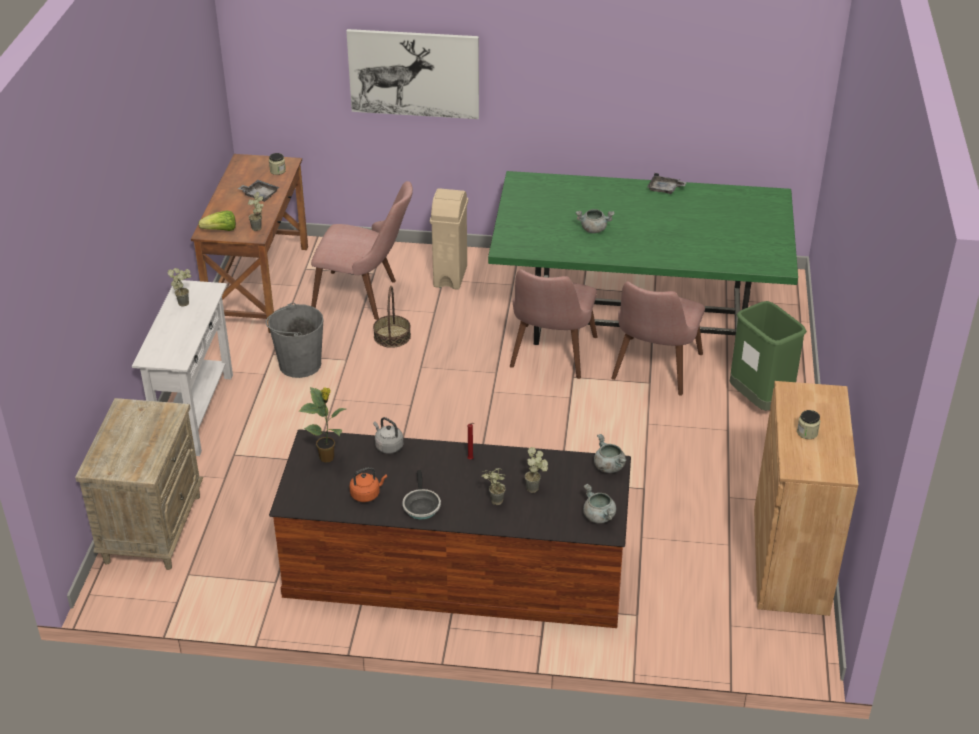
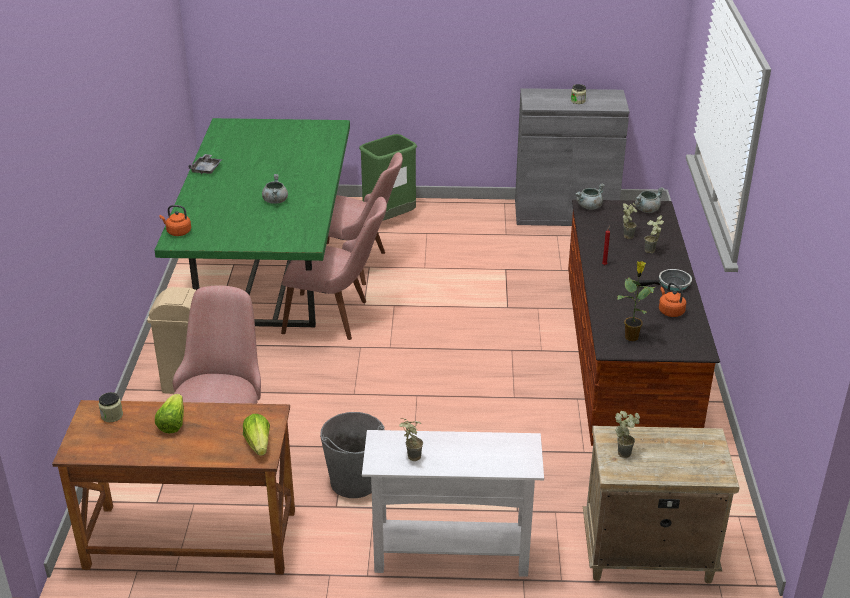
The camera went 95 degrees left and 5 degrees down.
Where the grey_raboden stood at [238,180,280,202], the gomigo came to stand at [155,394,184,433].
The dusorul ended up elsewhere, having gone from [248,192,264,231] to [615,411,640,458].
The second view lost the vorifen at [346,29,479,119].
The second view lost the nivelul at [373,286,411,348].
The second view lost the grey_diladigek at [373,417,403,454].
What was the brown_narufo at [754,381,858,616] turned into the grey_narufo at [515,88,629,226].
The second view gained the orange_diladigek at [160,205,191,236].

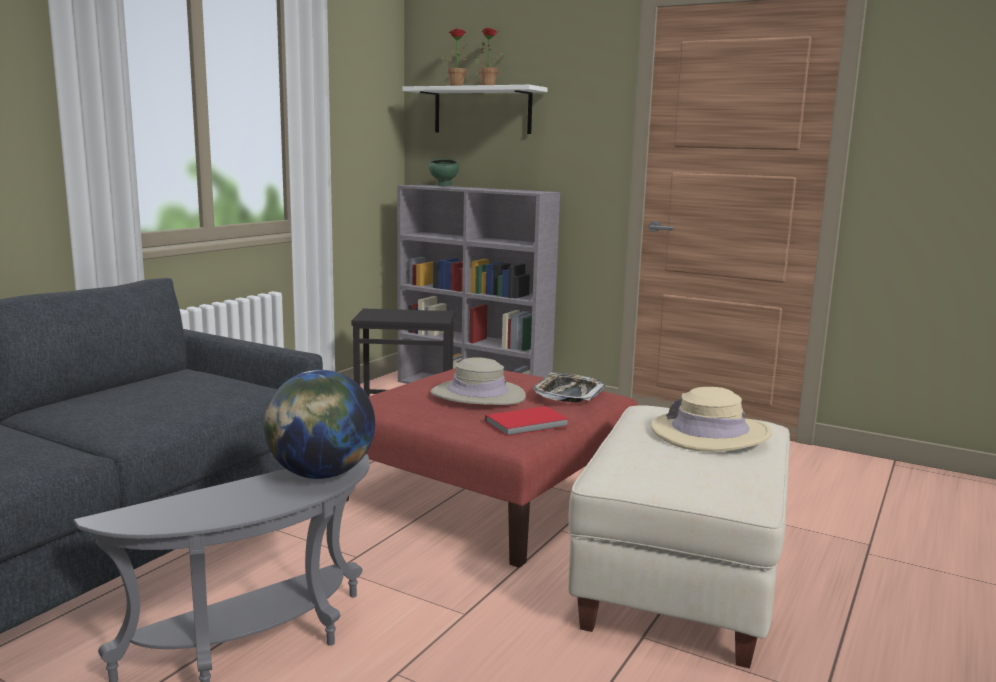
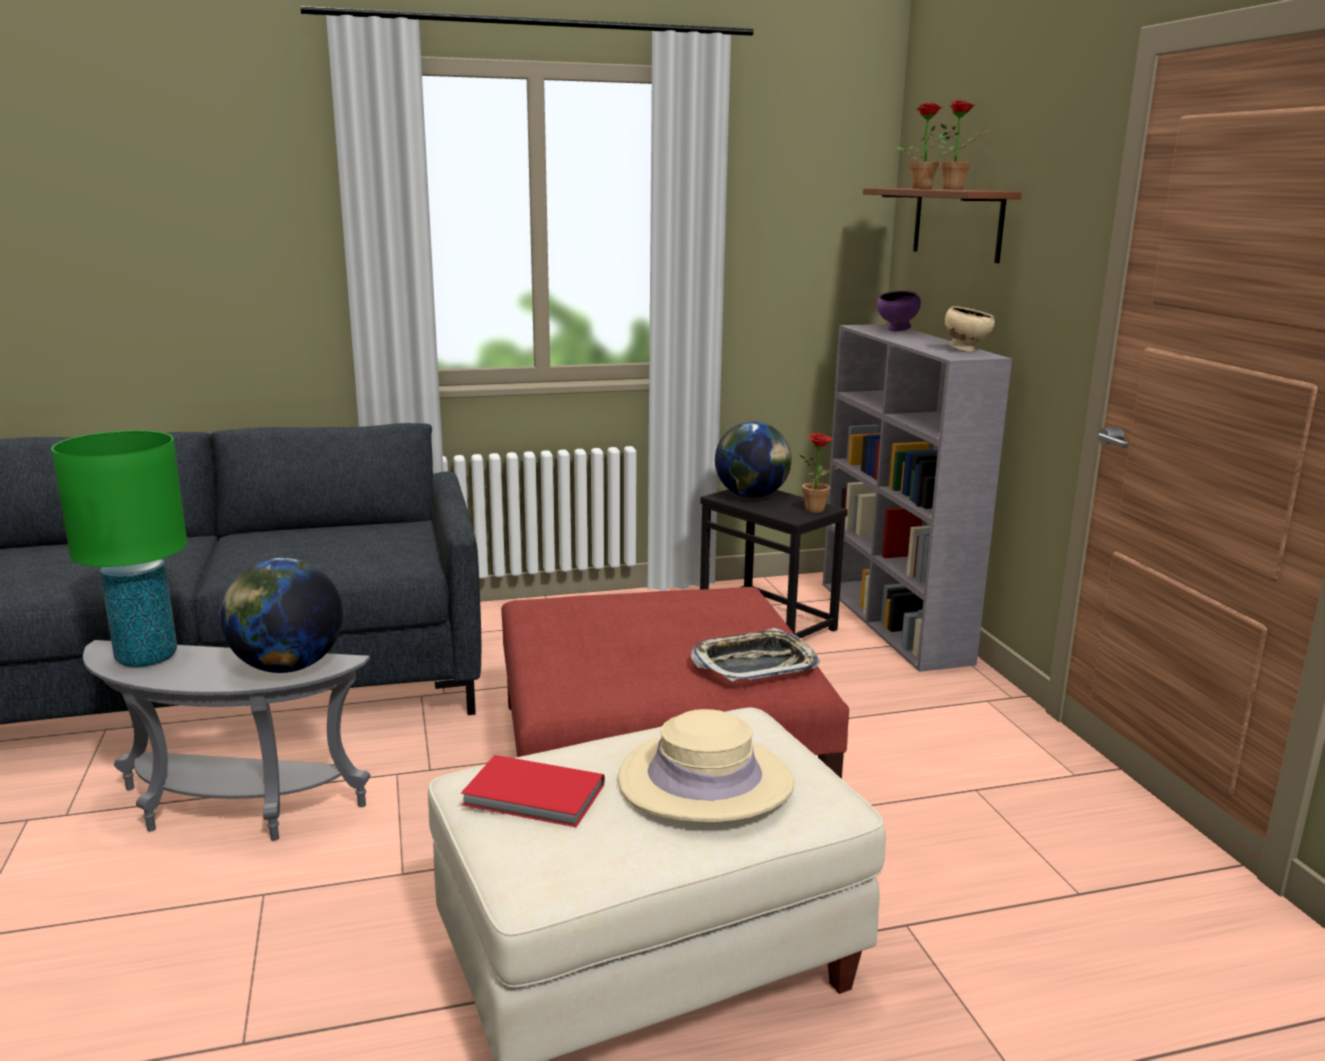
The camera went 45 degrees right and 5 degrees up.
What was the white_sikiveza at [402,85,548,134] turned into the brown_sikiveza at [863,188,1022,263].
What was the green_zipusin at [428,159,459,186] turned into the purple_zipusin at [877,291,921,331].
The second view lost the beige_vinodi at [431,357,526,405].
The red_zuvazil ended up elsewhere, having gone from [485,406,569,437] to [461,755,605,827].
The second view gained the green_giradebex at [51,430,187,668].
The second view gained the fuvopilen at [715,422,792,498].
The second view gained the dusorul at [800,433,841,513].
The second view gained the beige_zipusin at [945,306,995,352].

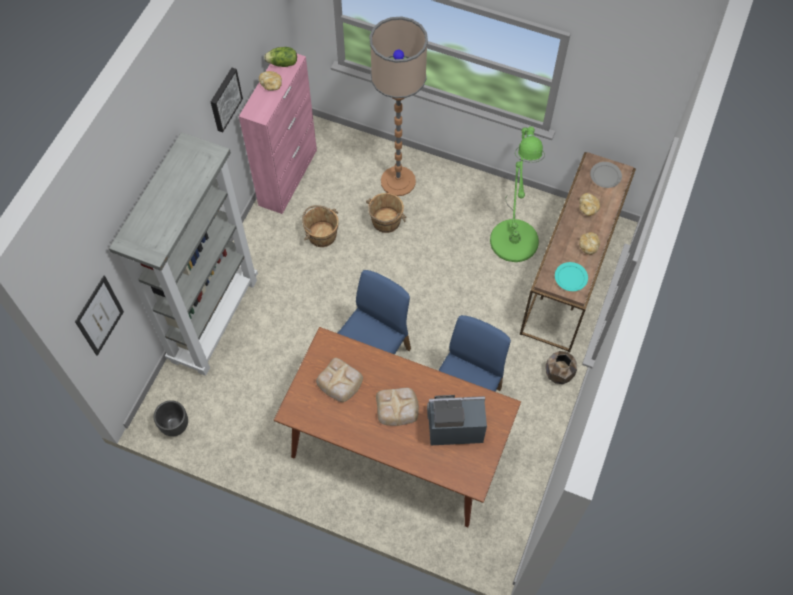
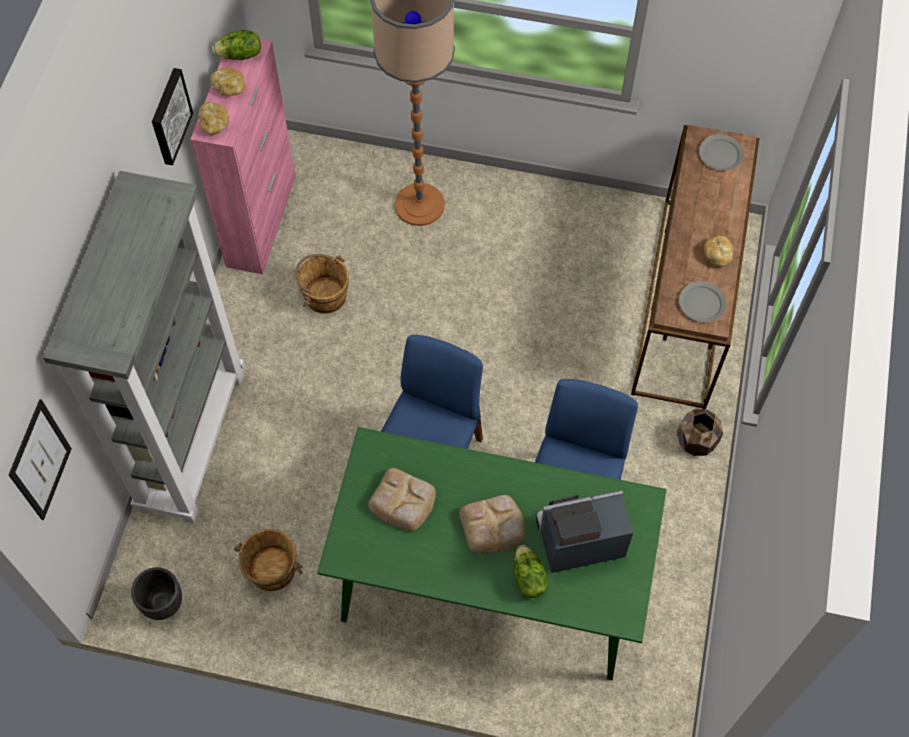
The camera went 10 degrees left and 0 degrees up.
What was the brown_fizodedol at [274,327,521,527] turned into the green_fizodedol at [317,427,667,680].
The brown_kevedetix ended up elsewhere, having gone from [366,193,406,233] to [234,529,303,591].
The second view lost the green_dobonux at [490,127,545,262].
What was the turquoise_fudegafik at [555,262,588,291] turned into the grey_fudegafik at [679,281,727,322].
The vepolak ended up elsewhere, having gone from [579,193,600,216] to [199,102,229,135].
The second view gained the gomigo at [514,545,548,598].

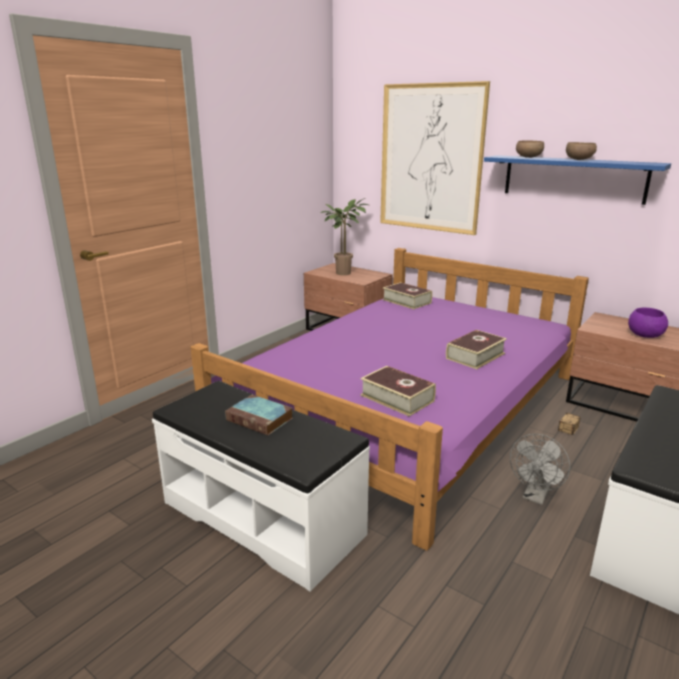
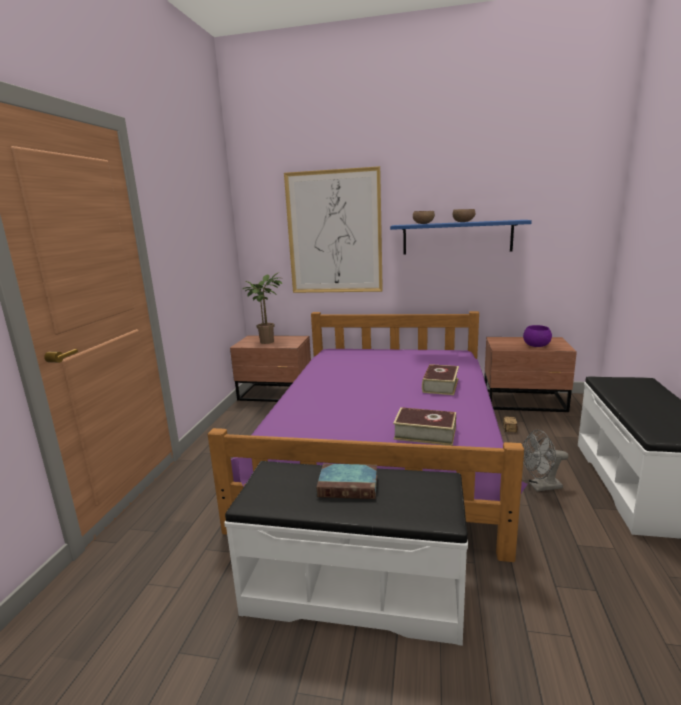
The camera went 25 degrees left and 5 degrees down.
The second view lost the zuvazil at [382,282,432,309].
The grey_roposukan at [510,434,571,505] ended up facing another way, 75 degrees clockwise from before.

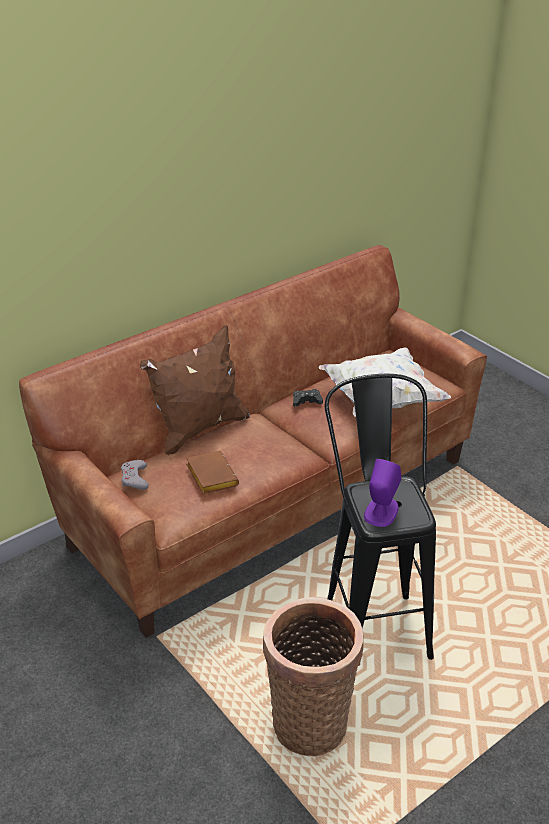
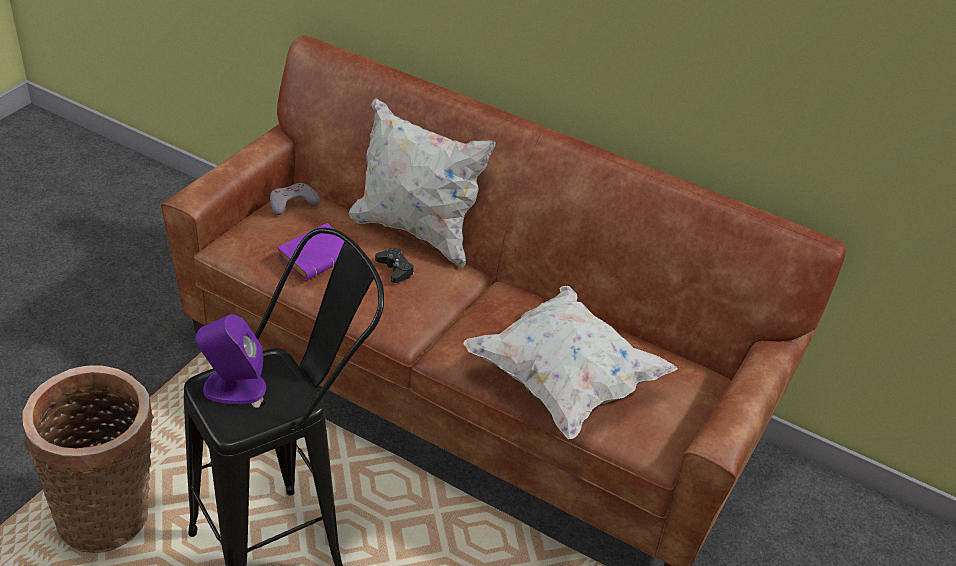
The camera went 65 degrees right and 5 degrees up.
What was the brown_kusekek at [140,325,250,455] turned into the white_kusekek at [349,98,496,268].
What was the brown_zuvazil at [186,451,239,494] turned into the purple_zuvazil at [277,223,345,281].
The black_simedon ended up elsewhere, having gone from [293,389,323,407] to [375,248,414,283].

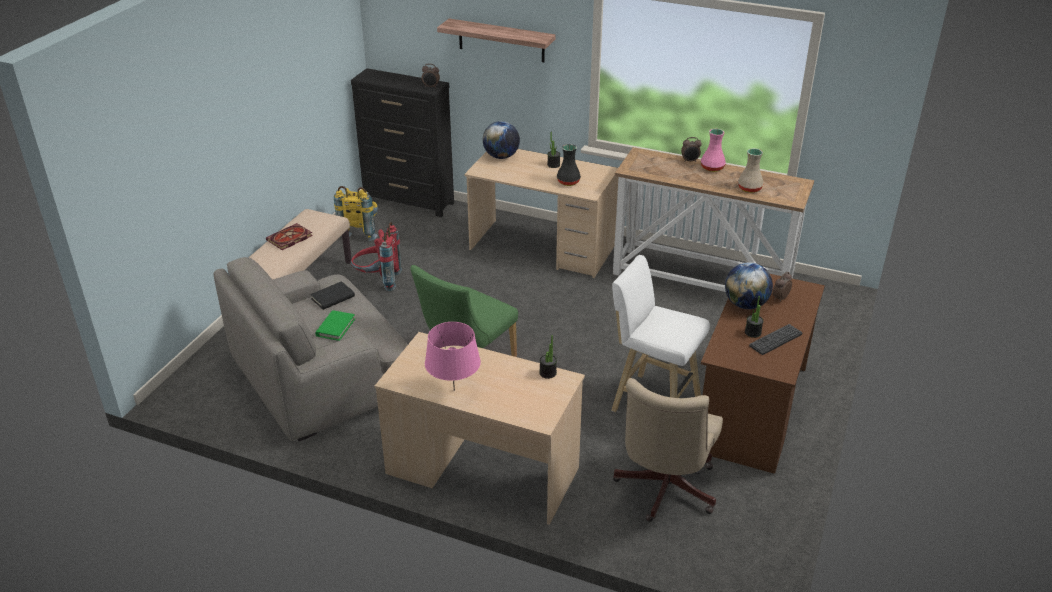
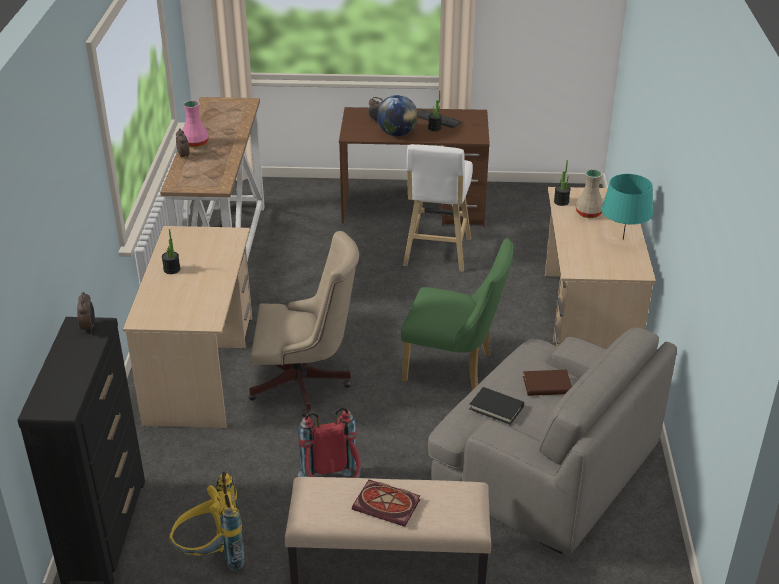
The camera went 110 degrees left and 0 degrees up.
What was the green_zuvazil at [315,310,355,341] turned into the brown_zuvazil at [523,370,572,396].
What was the pink_giradebex at [425,322,481,391] turned into the turquoise_giradebex at [601,174,653,240].
The second view lost the sikiveza at [437,18,556,62].
The second view lost the fuvopilen at [483,121,520,159].
The second view lost the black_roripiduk at [557,144,581,186].
The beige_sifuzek ended up elsewhere, having gone from [613,378,723,522] to [248,231,359,417].
The beige_roripiduk ended up elsewhere, having gone from [738,148,764,193] to [575,169,603,218].

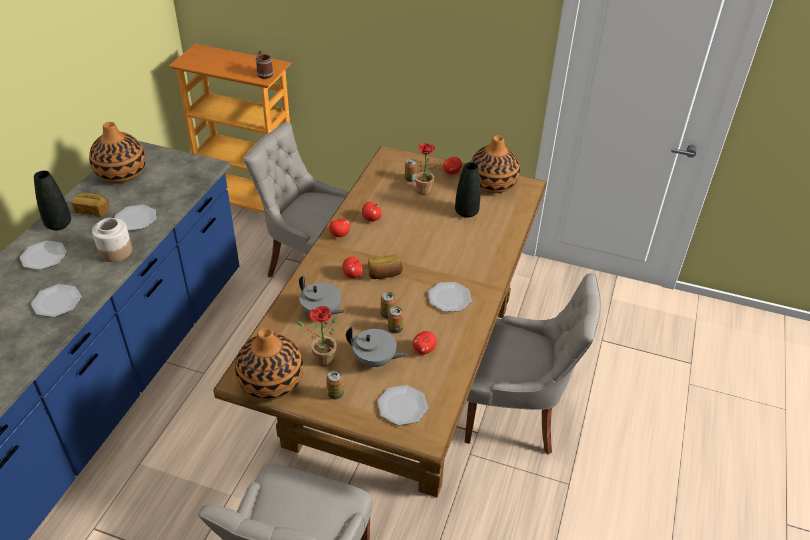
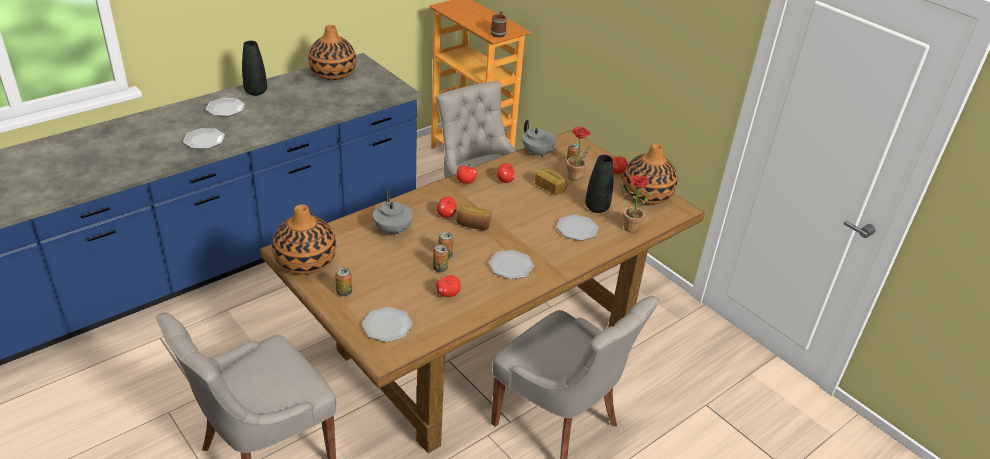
The camera went 30 degrees right and 5 degrees down.
The vepolak ended up elsewhere, having gone from [71,193,109,217] to [535,168,567,195].
The second view lost the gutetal at [92,218,132,262].
The fudegafik ended up elsewhere, having gone from [115,205,156,231] to [557,214,599,241].
The dusorul ended up elsewhere, having gone from [296,306,337,367] to [619,175,653,233].
The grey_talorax ended up elsewhere, having gone from [346,327,407,368] to [522,119,557,157].

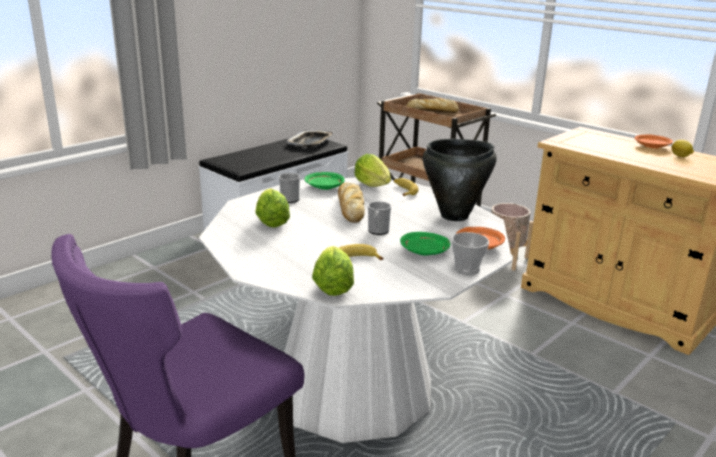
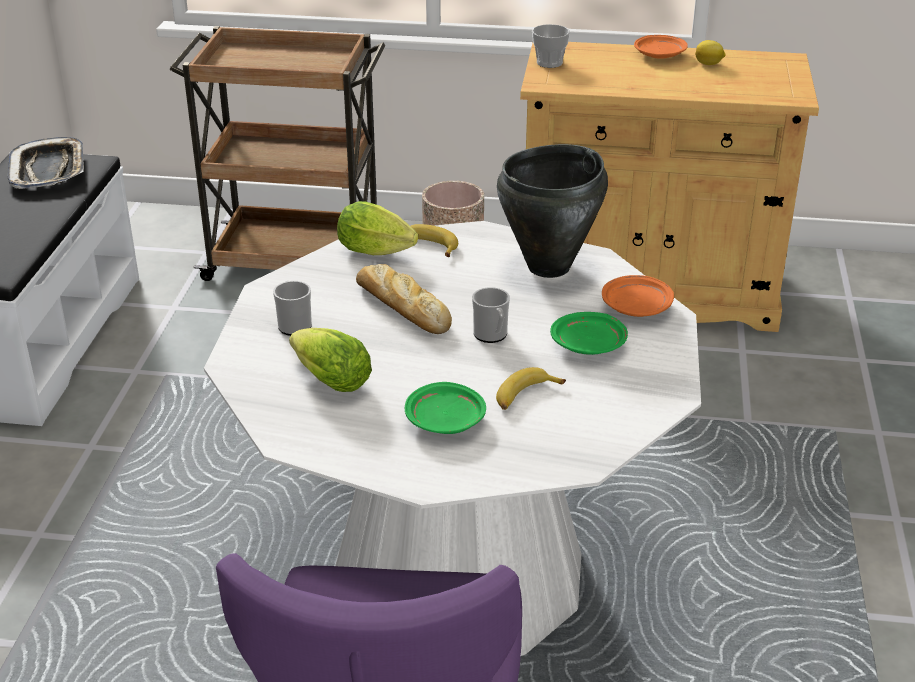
The camera went 35 degrees left and 10 degrees up.
The green_fudegafik ended up elsewhere, having gone from [305,172,345,190] to [405,382,486,434].
The second view lost the gomigo at [312,246,354,296].
The second view lost the vepolak at [406,98,459,113].
The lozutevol ended up elsewhere, having gone from [452,232,489,275] to [532,24,570,68].

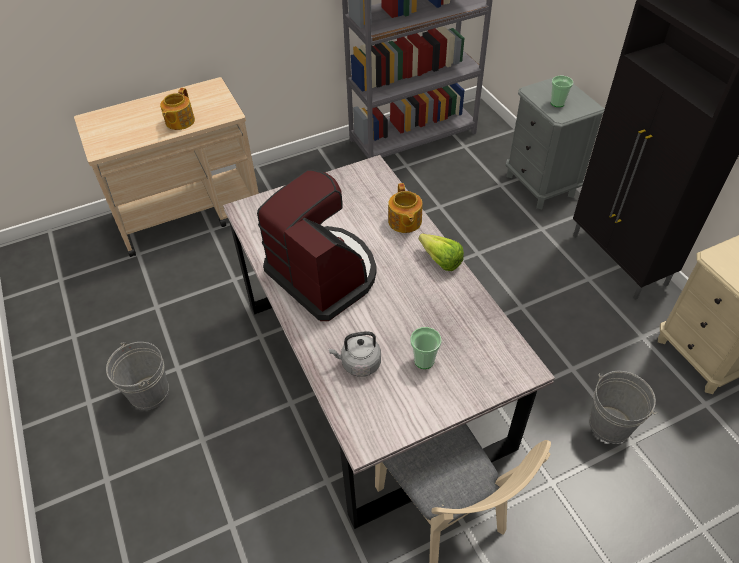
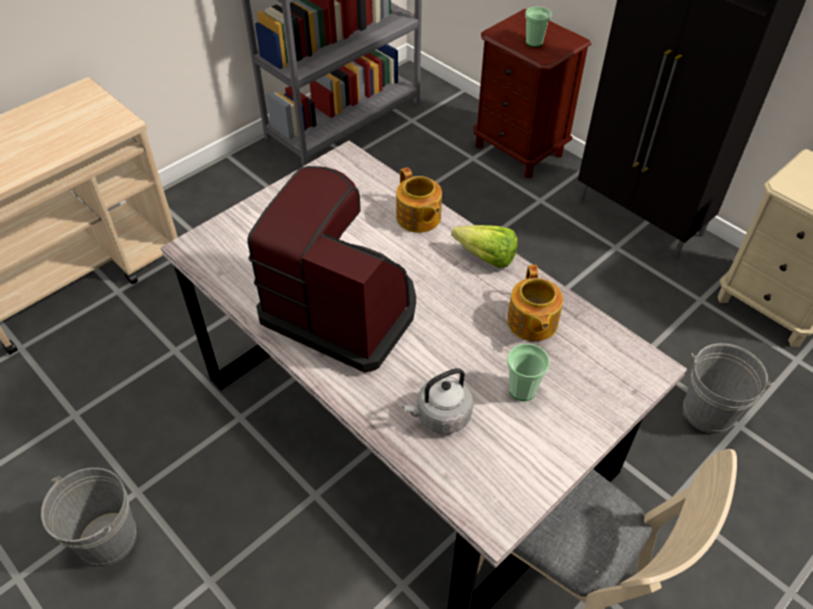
The camera went 20 degrees left and 0 degrees up.
The talorax ended up elsewhere, having gone from [160,88,195,130] to [507,265,563,341].
What was the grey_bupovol at [506,75,605,209] turned into the brown_bupovol at [473,9,591,178].

